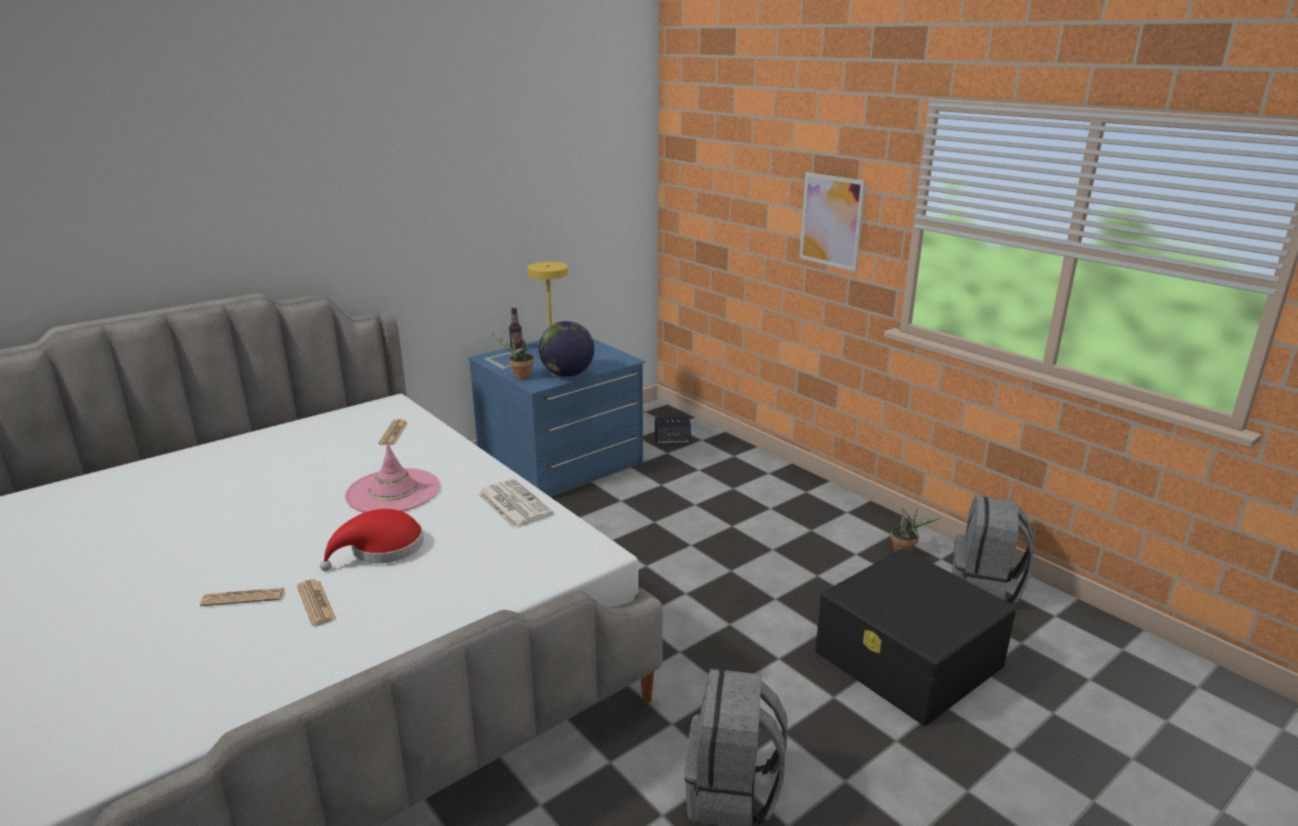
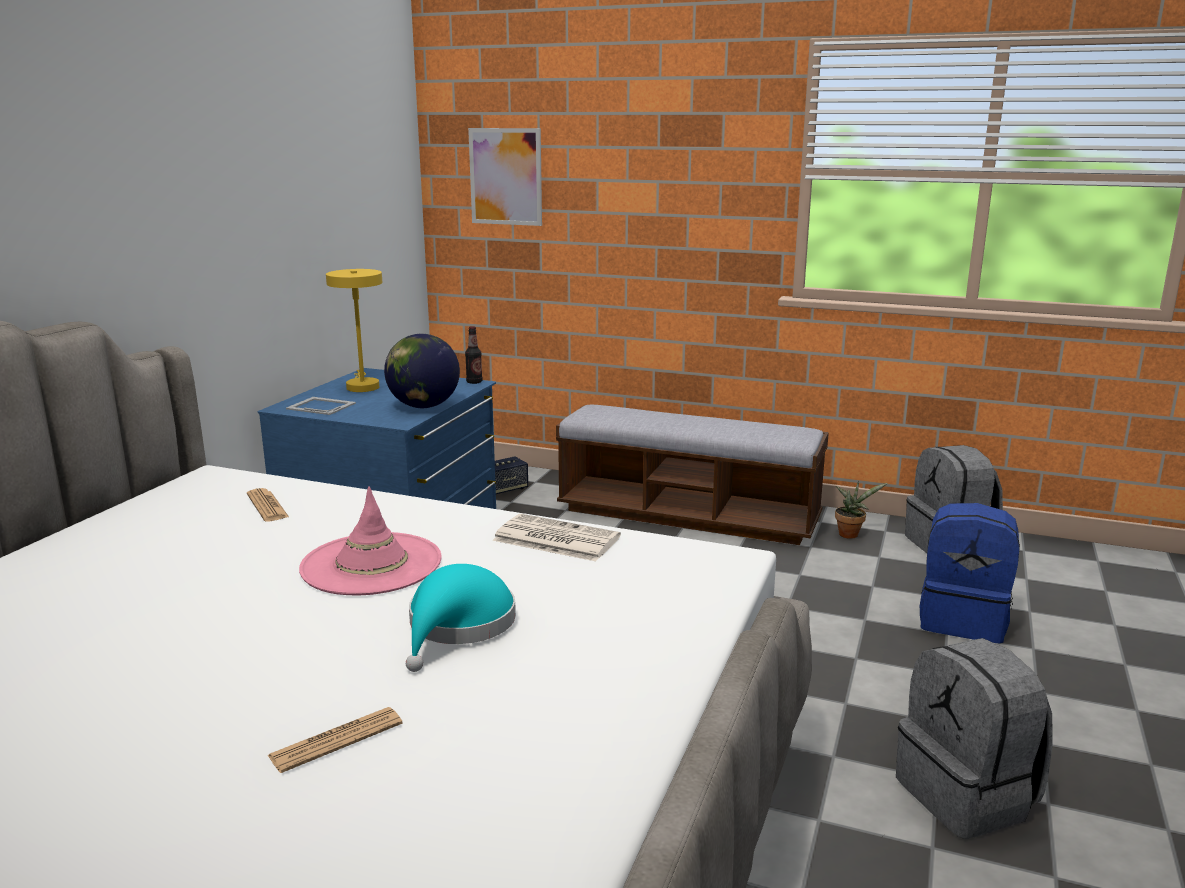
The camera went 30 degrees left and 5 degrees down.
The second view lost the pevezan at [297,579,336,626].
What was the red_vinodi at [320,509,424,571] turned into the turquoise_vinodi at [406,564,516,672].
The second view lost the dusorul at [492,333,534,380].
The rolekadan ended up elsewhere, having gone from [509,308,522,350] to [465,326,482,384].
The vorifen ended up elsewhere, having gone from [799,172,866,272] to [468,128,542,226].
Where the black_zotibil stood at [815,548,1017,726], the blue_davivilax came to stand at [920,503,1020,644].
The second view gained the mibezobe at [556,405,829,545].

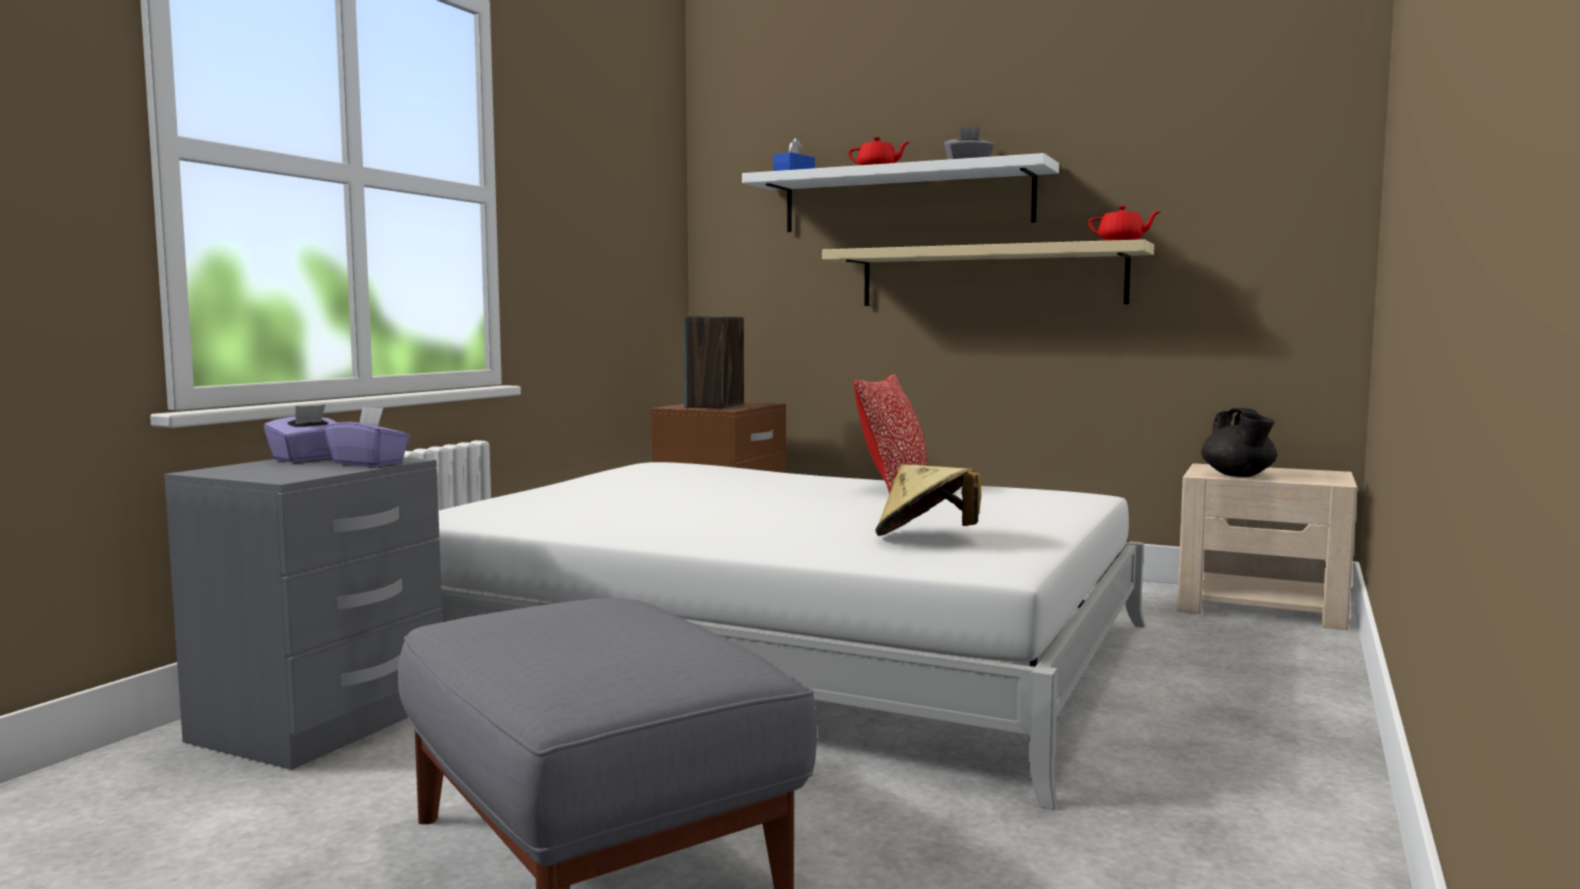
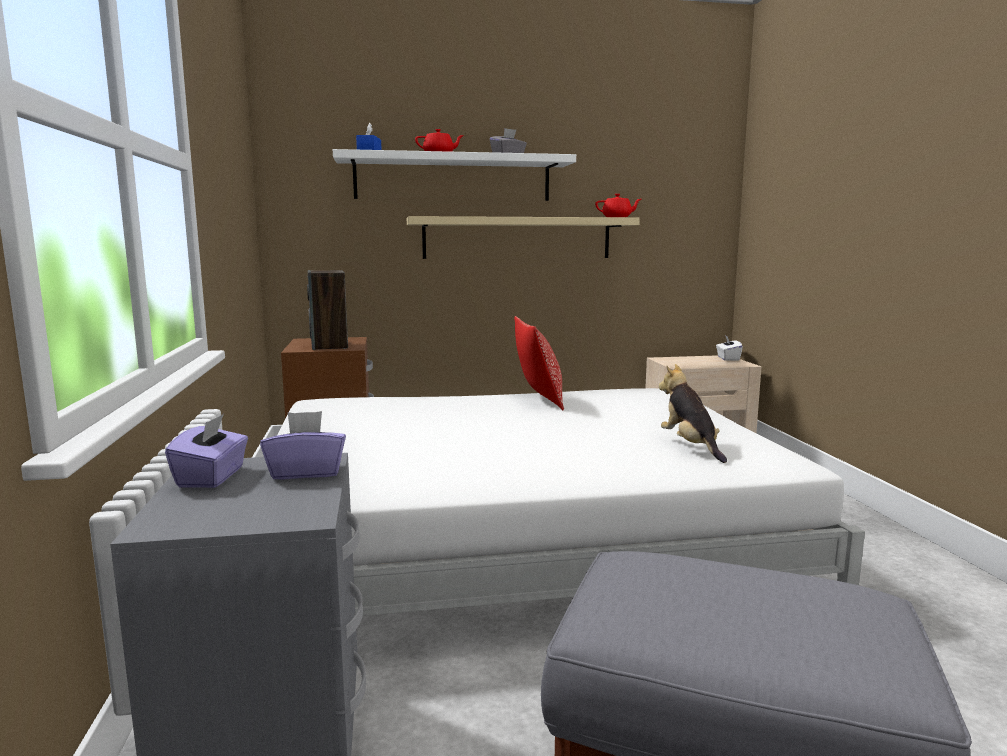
The camera went 35 degrees left and 5 degrees up.
Where the beige_vinodi stood at [875,464,981,536], the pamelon came to stand at [659,364,727,463].
The second view lost the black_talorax at [1201,408,1277,477].
The second view gained the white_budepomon at [716,335,743,361].

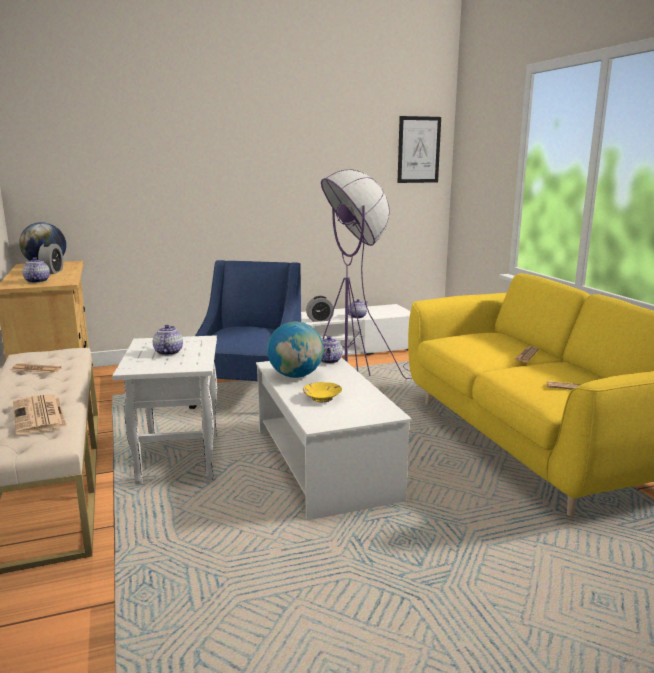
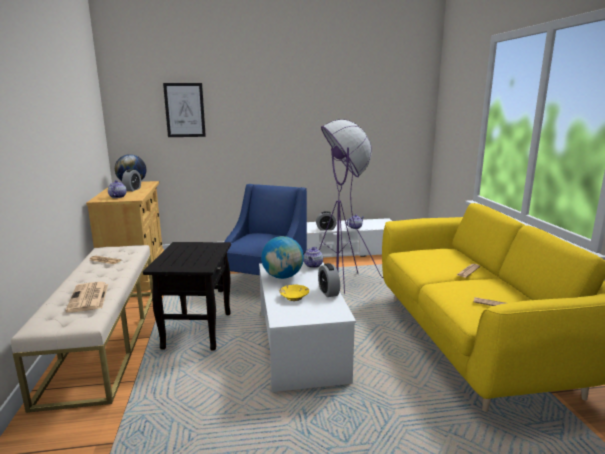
The camera went 10 degrees right and 0 degrees up.
What was the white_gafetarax at [112,335,217,485] turned into the black_gafetarax at [143,242,231,350].
The second view lost the talorax at [153,325,183,355].
The vorifen ended up elsewhere, having gone from [398,116,441,183] to [163,83,206,137].
The second view gained the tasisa at [318,263,340,297].

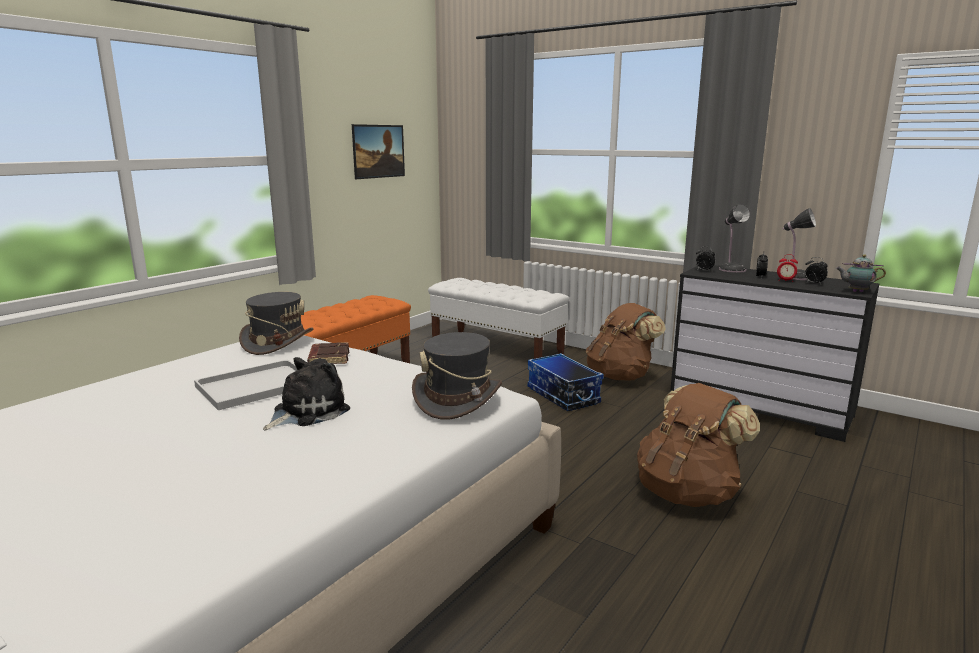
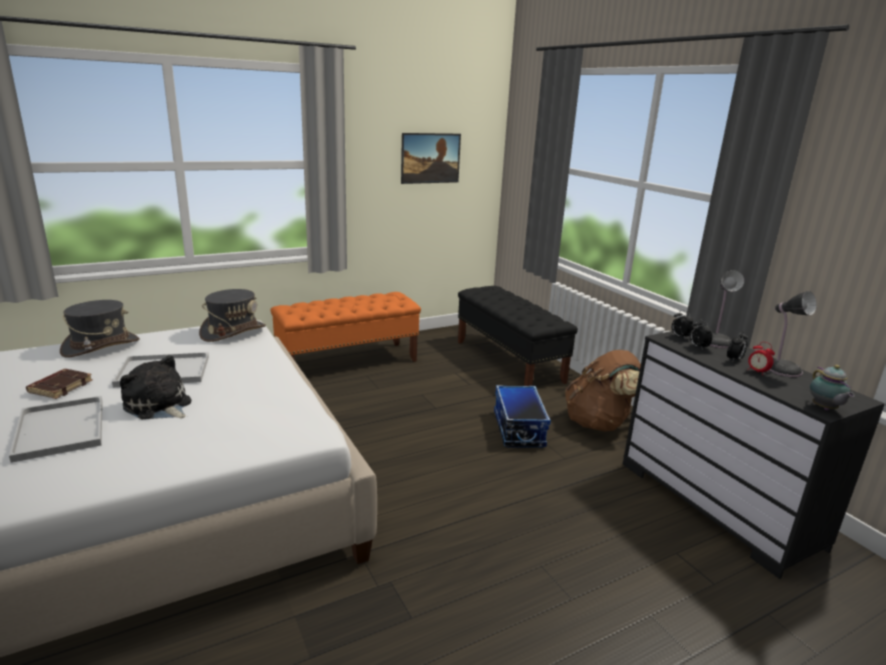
The camera went 25 degrees right and 5 degrees up.
The pamelon at [263,357,350,430] ended up facing another way, 120 degrees counterclockwise from before.
The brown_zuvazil ended up elsewhere, having gone from [307,342,349,364] to [26,369,93,399].
The grey_vinodi ended up elsewhere, having gone from [412,332,502,420] to [60,300,139,358].
What was the white_mibezobe at [428,278,569,359] turned into the black_mibezobe at [458,286,578,386].
The second view lost the brown_davivilax at [637,383,760,507].
The tasisa ended up elsewhere, having gone from [805,257,828,284] to [689,320,712,350].
The talorax at [836,254,886,292] ended up facing another way, 135 degrees counterclockwise from before.
The second view gained the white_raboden at [9,396,103,463].

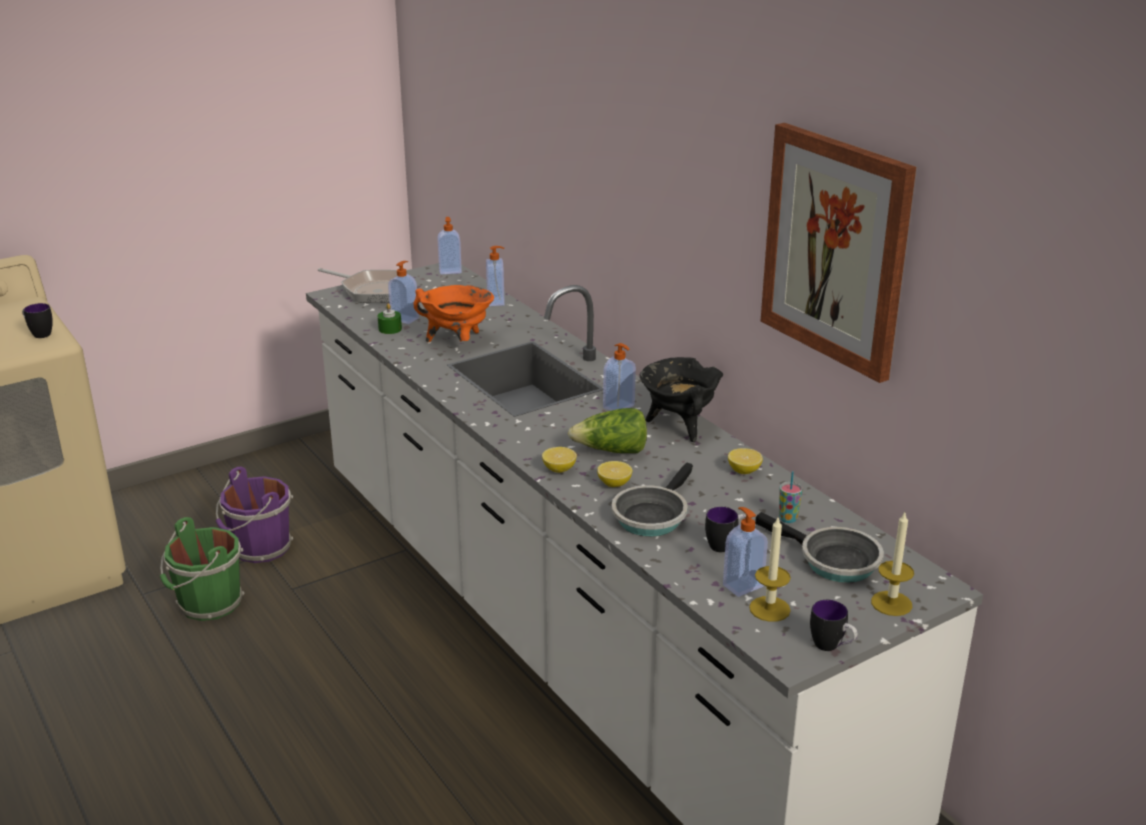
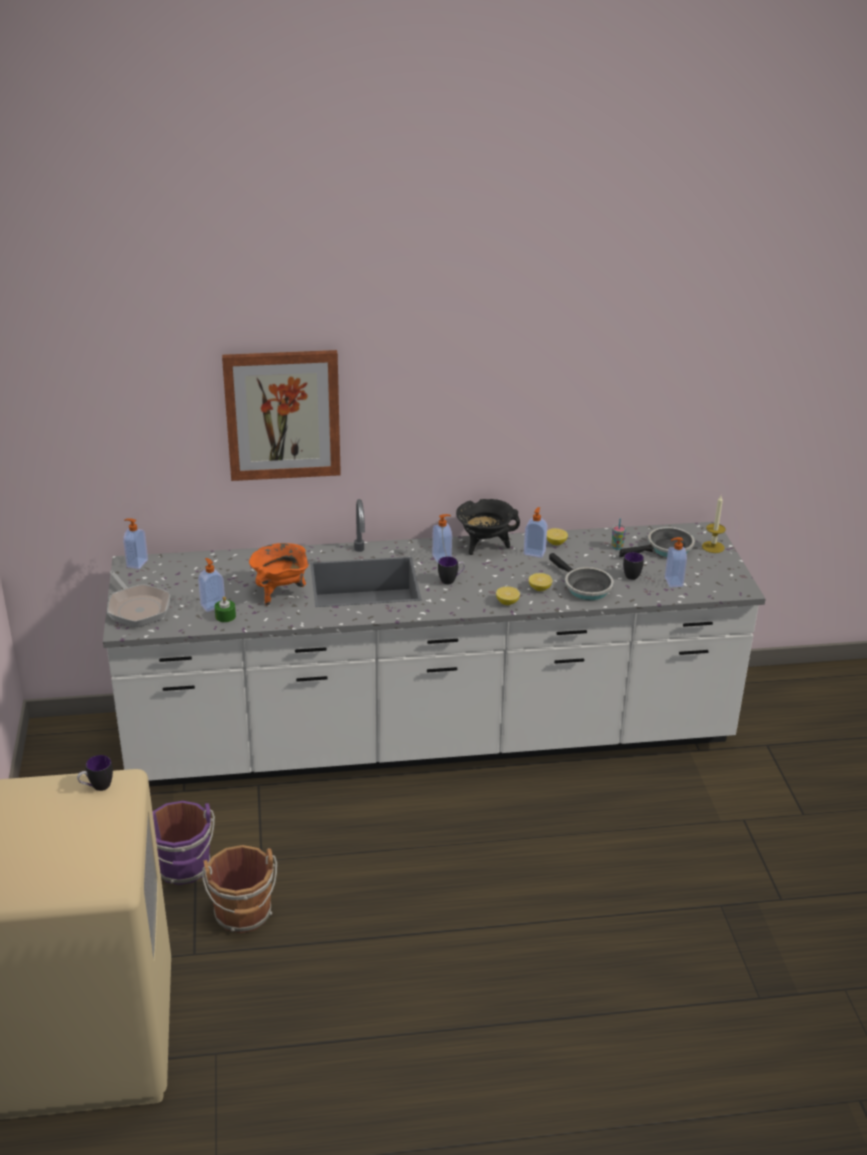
The camera went 65 degrees left and 5 degrees up.
What was the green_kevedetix at [160,517,244,621] turned into the brown_kevedetix at [202,845,277,933].
The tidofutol at [318,268,397,303] ended up facing another way, 90 degrees clockwise from before.
The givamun ended up elsewhere, having gone from [486,246,505,306] to [524,507,547,558].
The second view lost the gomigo at [568,408,647,453].
The second view lost the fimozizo at [749,518,791,622].
The vorifen ended up elsewhere, having gone from [761,123,916,383] to [222,350,341,481].
The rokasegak ended up elsewhere, having gone from [810,600,858,651] to [438,556,465,584].

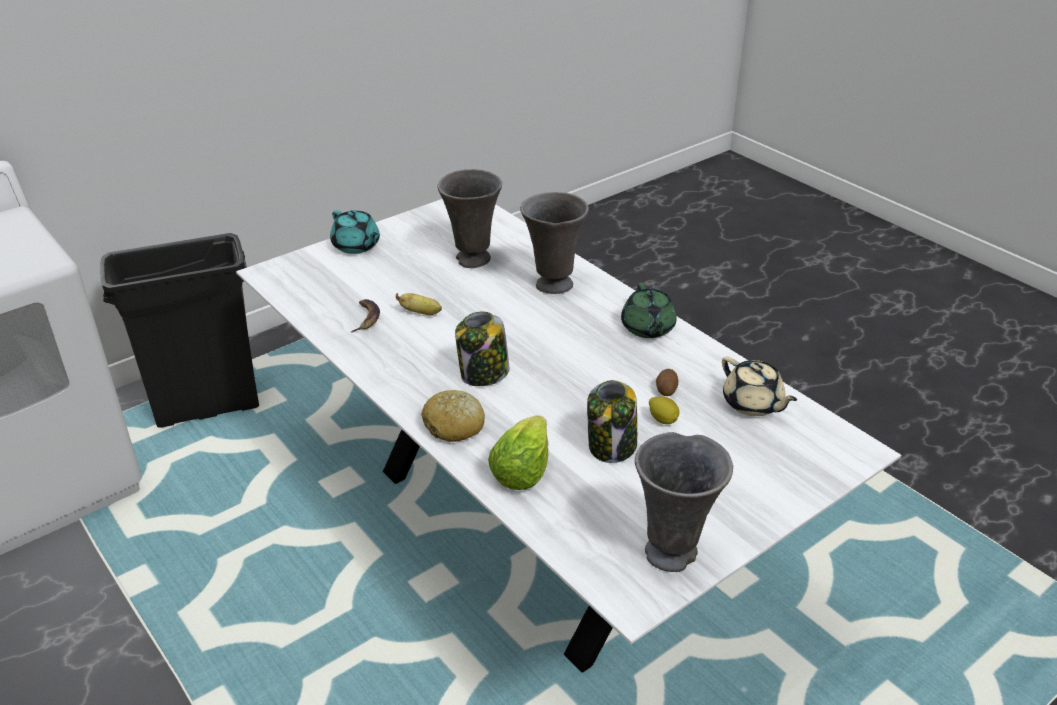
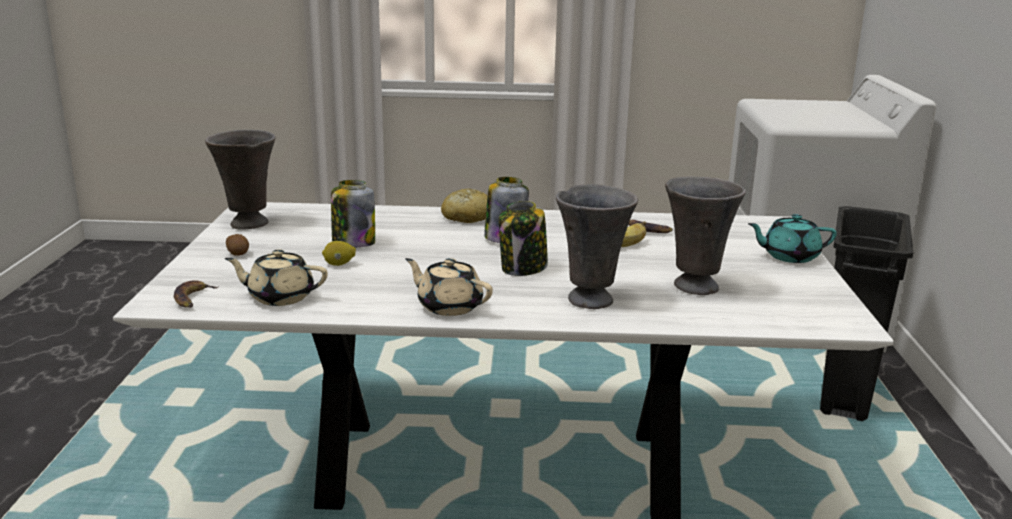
The camera went 130 degrees right and 15 degrees down.
The second view lost the gomigo at [488,415,548,490].
What was the green_talorax at [621,283,677,338] turned into the beige_talorax at [405,258,493,316].
The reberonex ended up elsewhere, having gone from [656,369,678,396] to [226,234,249,256].
The second view gained the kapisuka at [174,280,219,308].
The second view gained the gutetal at [499,201,548,276].

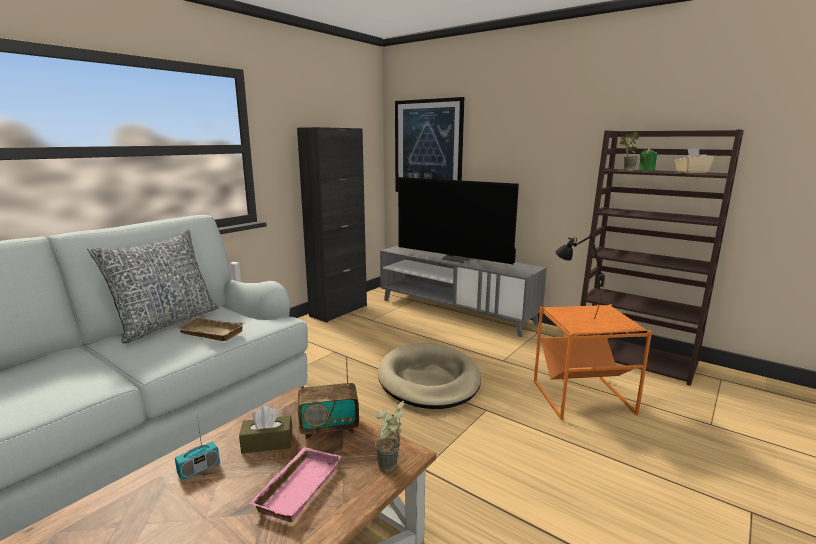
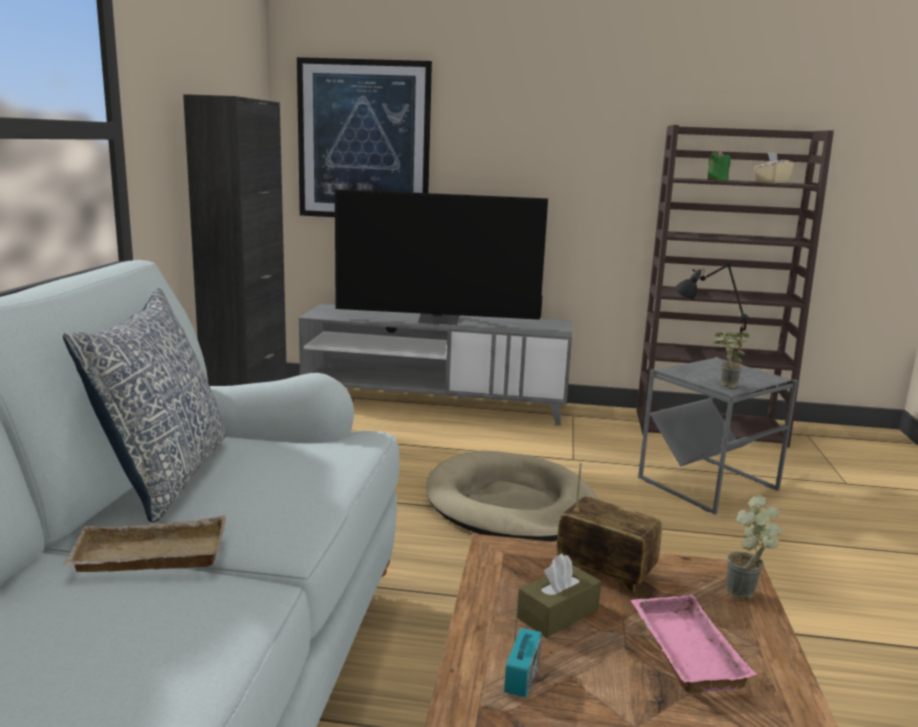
The camera went 30 degrees left and 0 degrees up.
The beige_raboden ended up elsewhere, having gone from [175,317,246,341] to [63,516,226,572].
The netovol at [298,356,359,439] ended up facing another way, 105 degrees counterclockwise from before.
What was the orange_gafetarax at [534,304,652,420] turned into the grey_gafetarax at [638,357,798,515].
The dusorul ended up elsewhere, having gone from [620,132,639,171] to [713,332,750,388].

